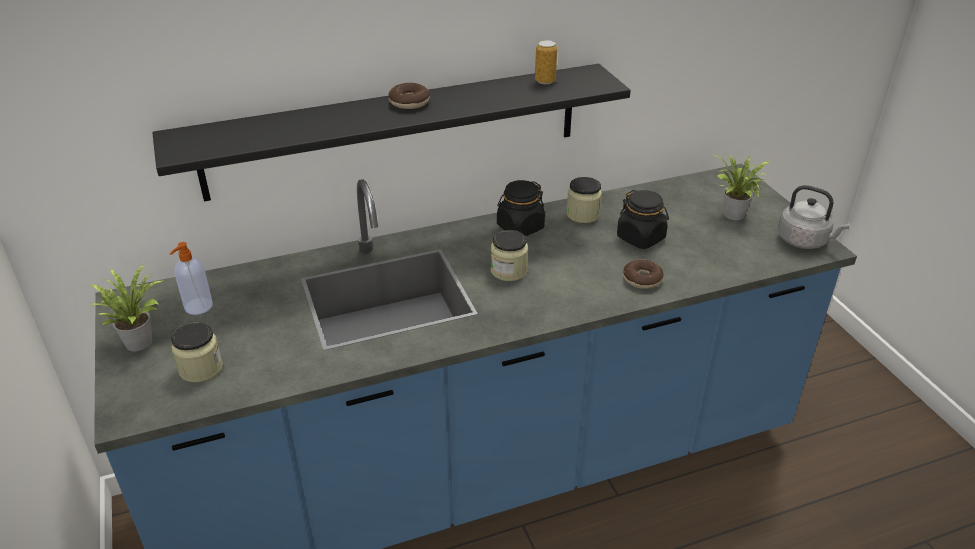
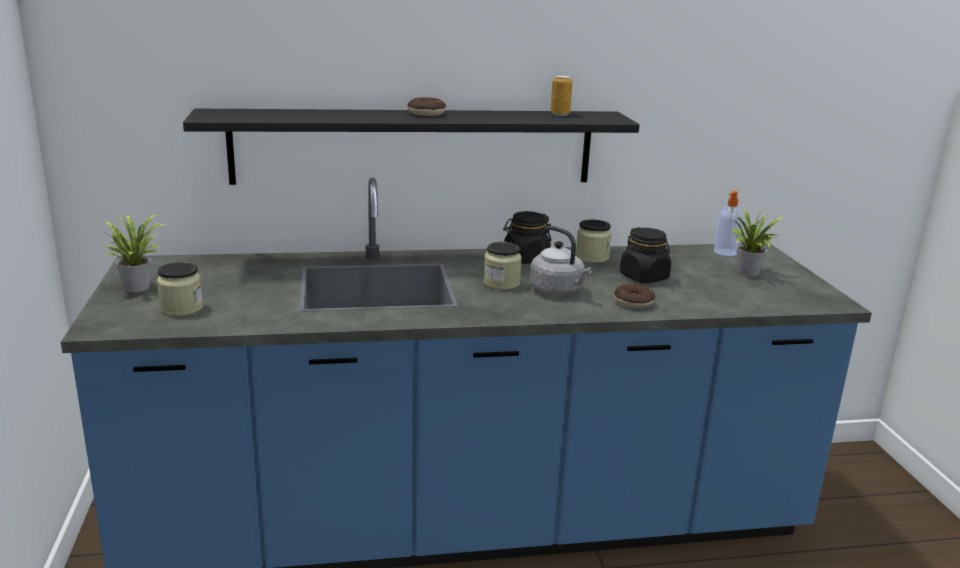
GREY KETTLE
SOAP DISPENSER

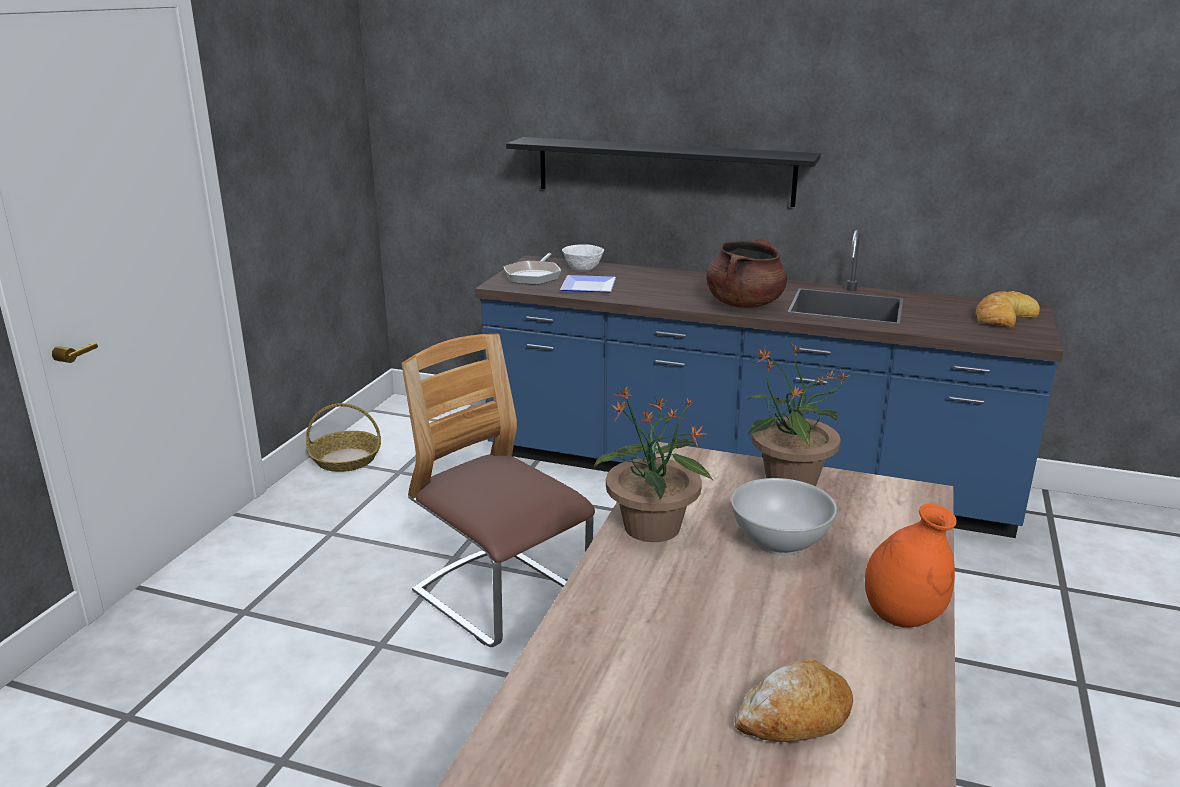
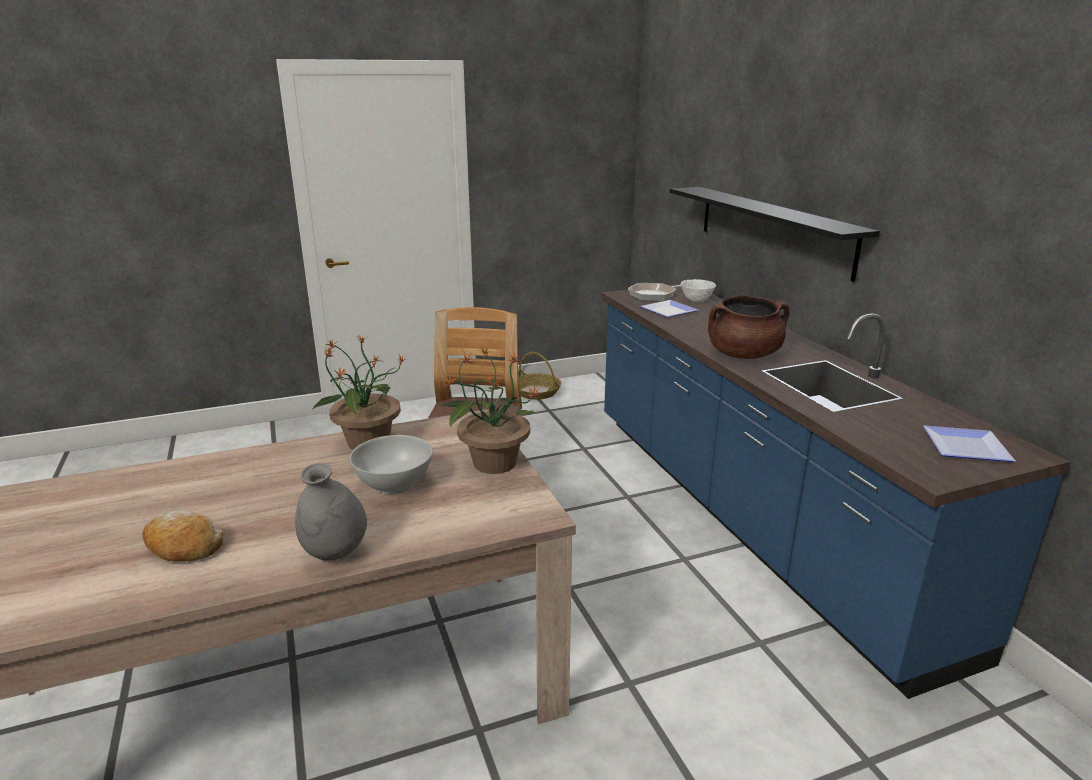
PLATE (2nd from left)
GREY VASE

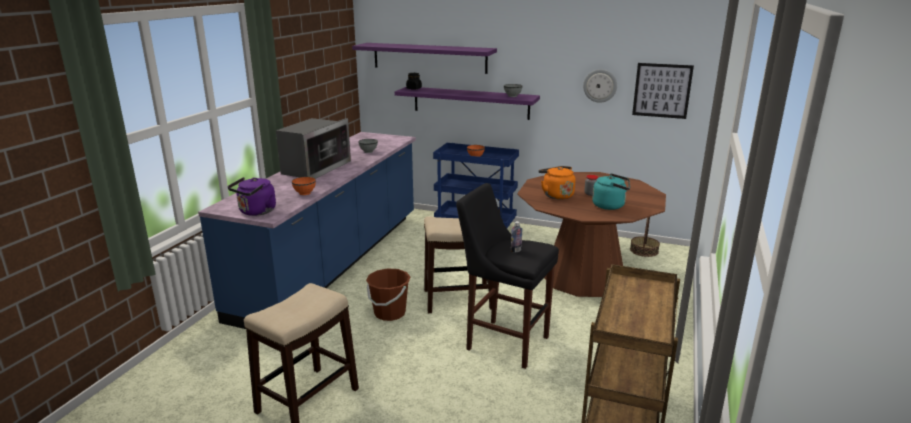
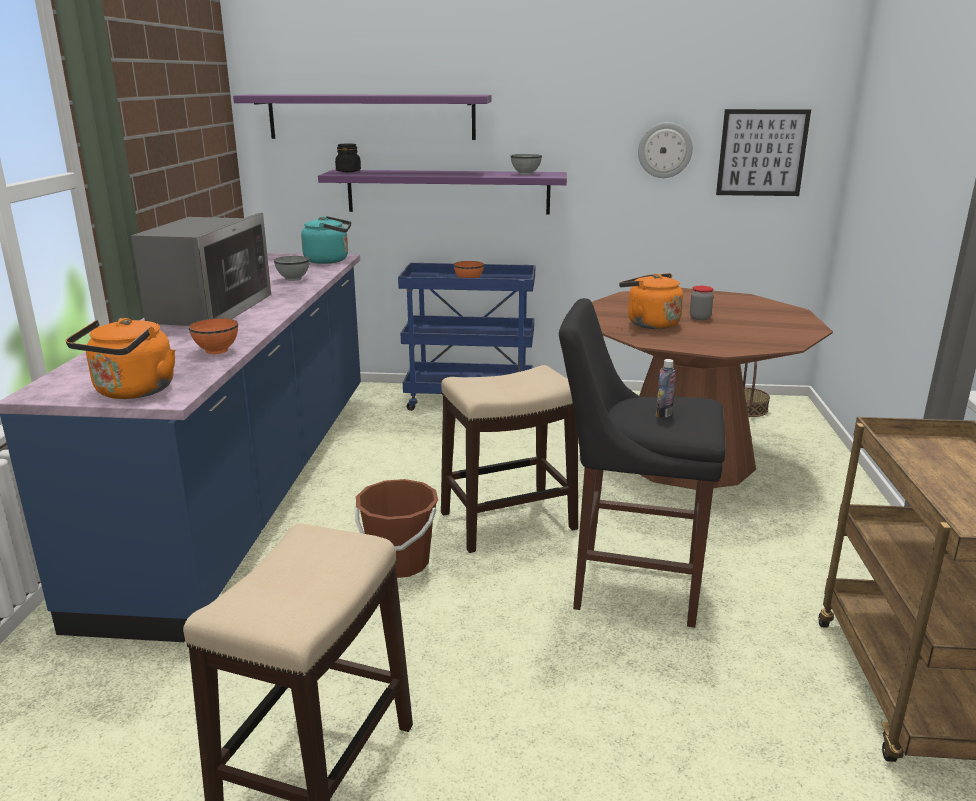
TURQUOISE KETTLE
ORANGE KETTLE (1st from left)

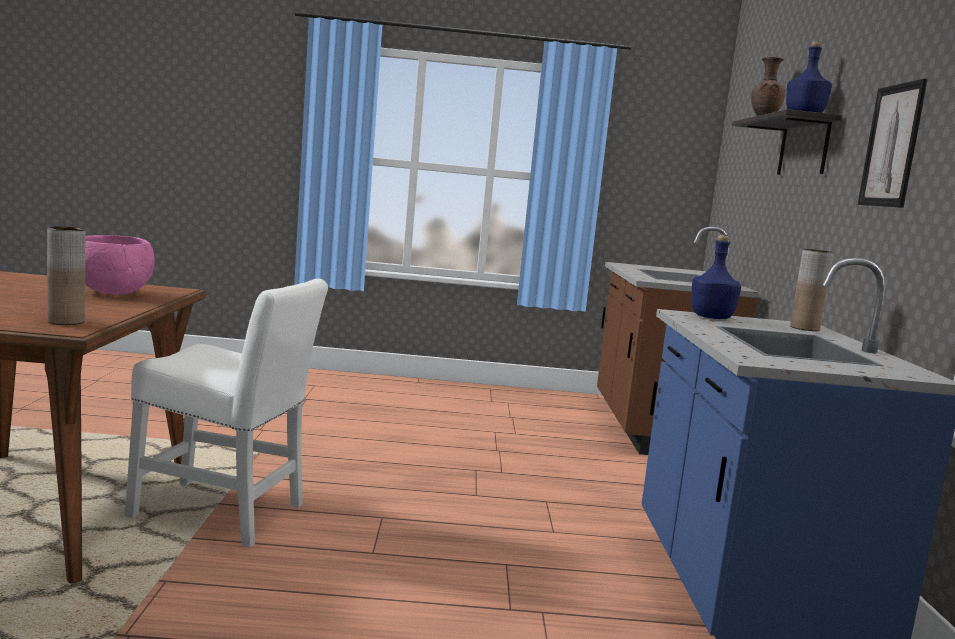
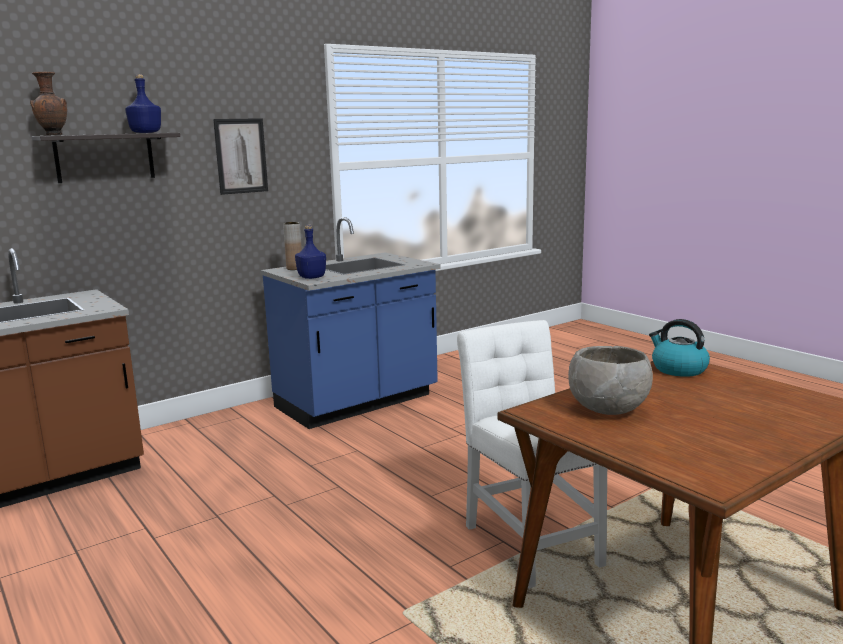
KETTLE
GREY BOWL

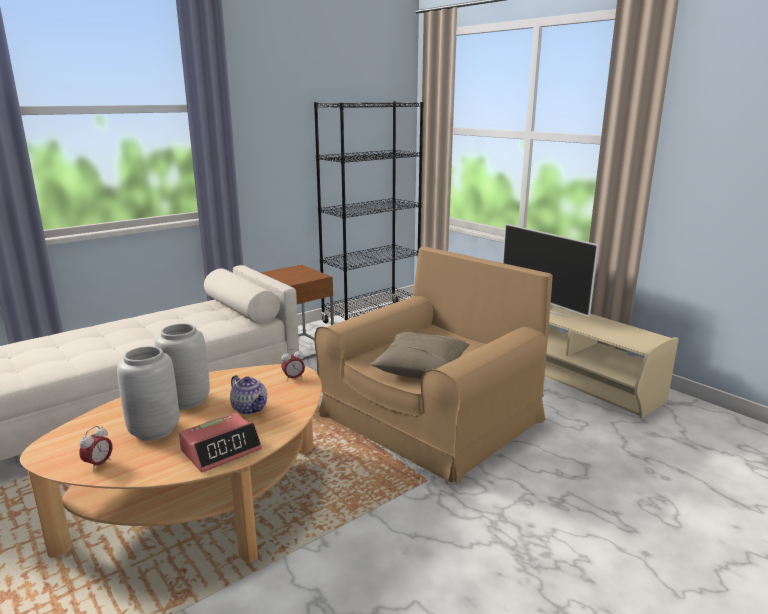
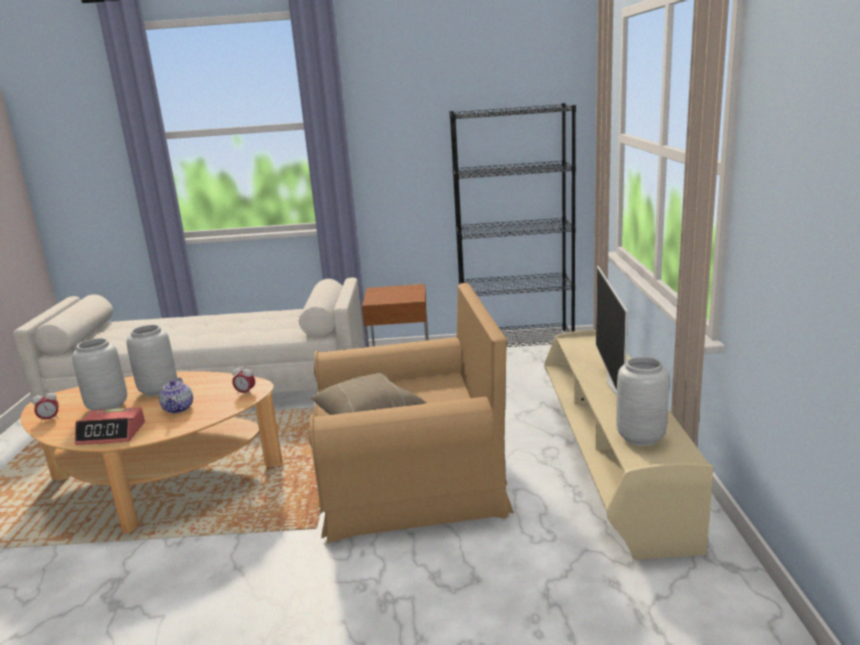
GREY VASE (3rd from left)

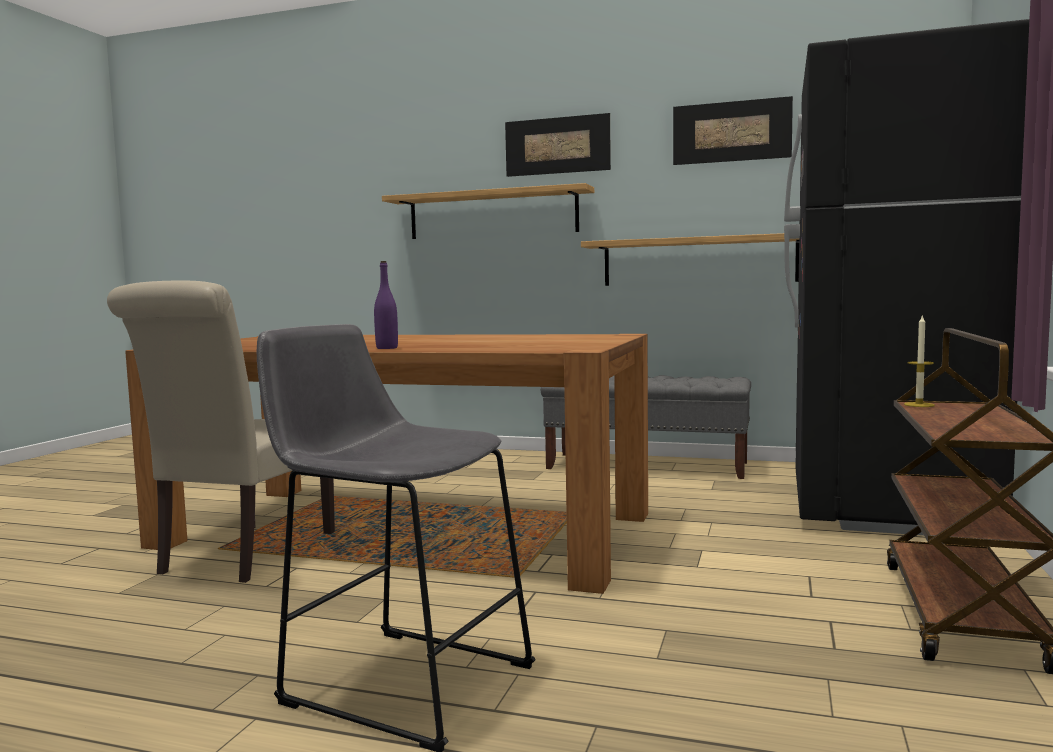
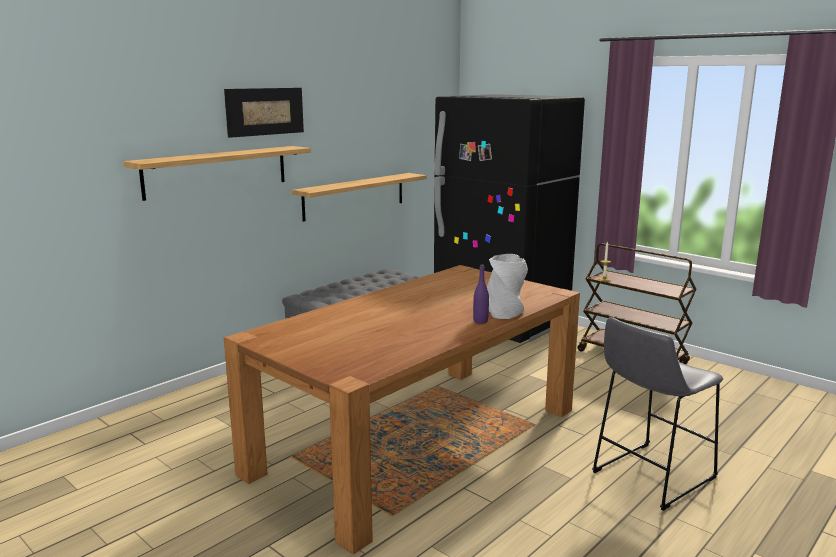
PICTURE (2nd from left in the first image)
BEIGE CHAIR
GREY VASE

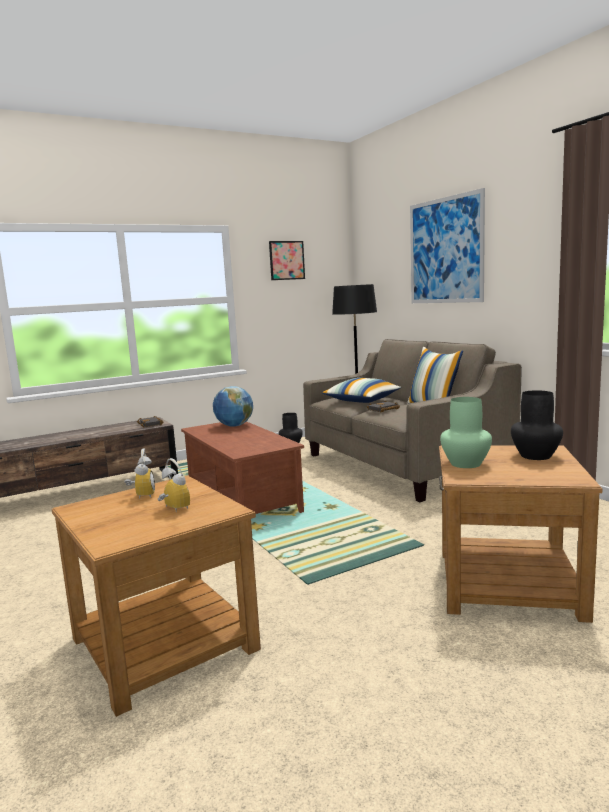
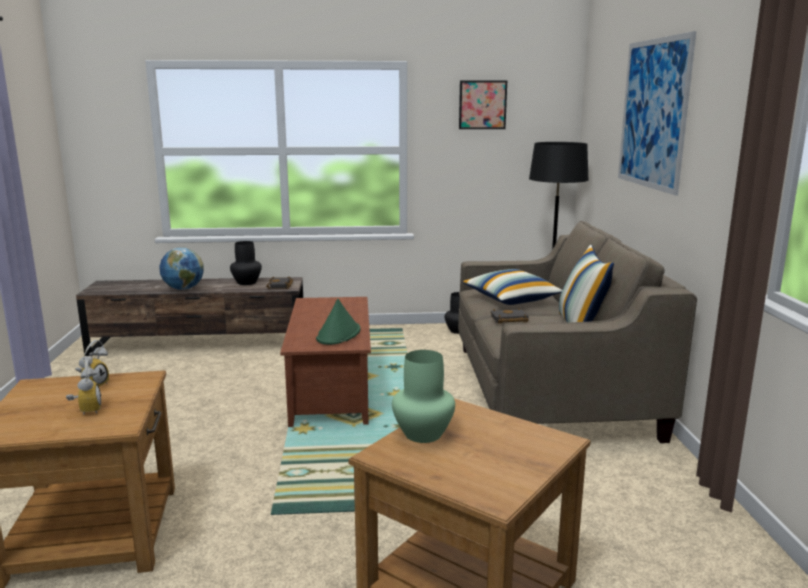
GLOBE
BLACK VASE (1st from left)
GREEN HAT

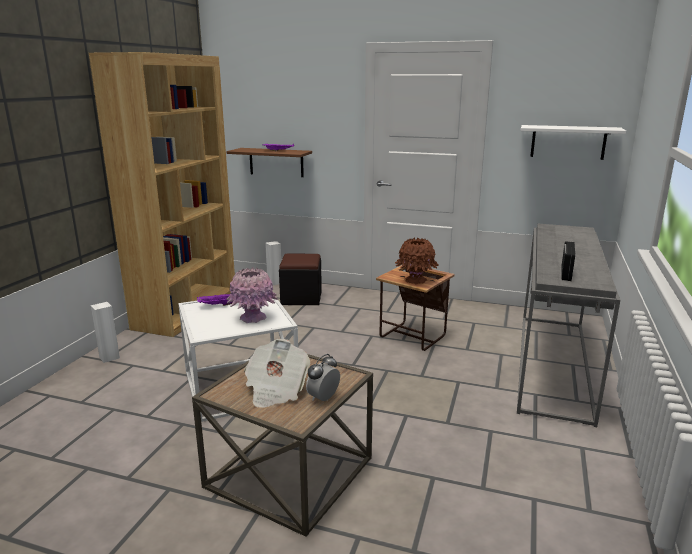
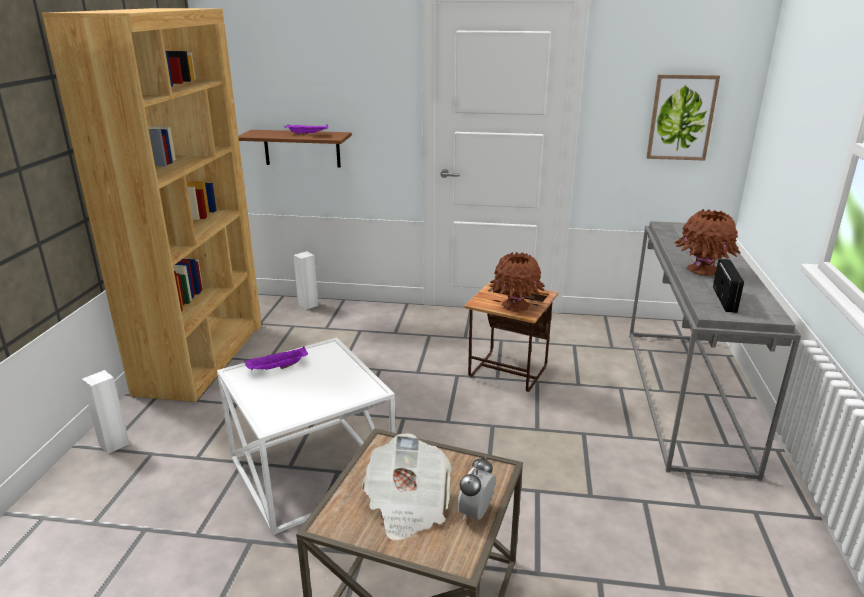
PICTURE
BLACK OTTOMAN
PINK VASE
BROWN VASE (2nd from left)

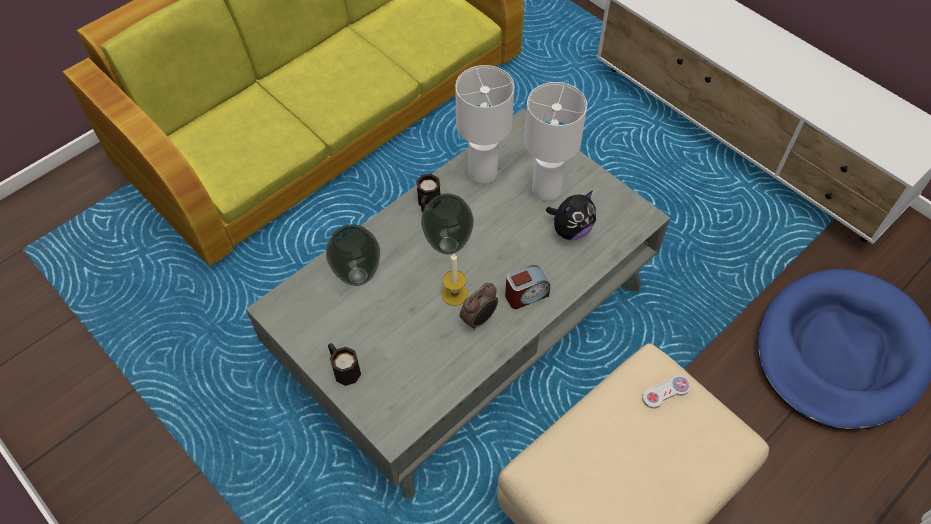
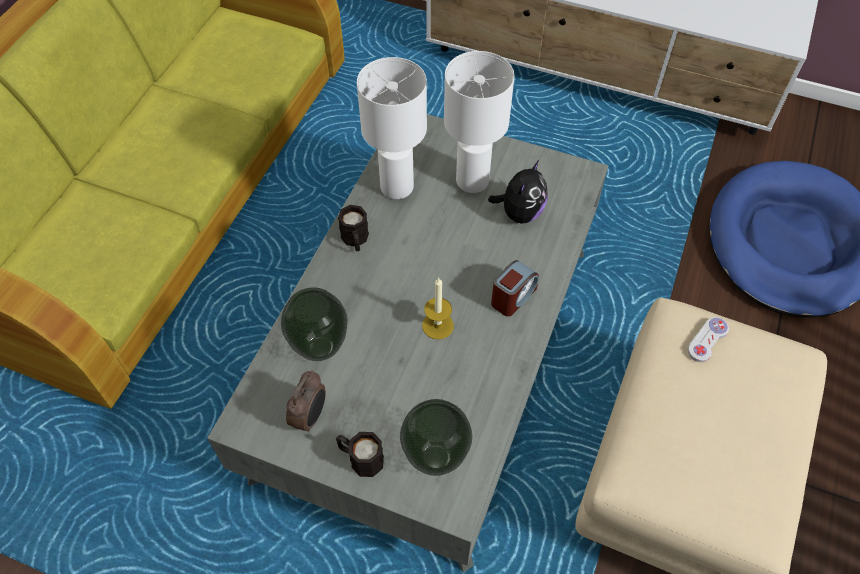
VASE (2nd from left)
ALARM CLOCK (1st from left)

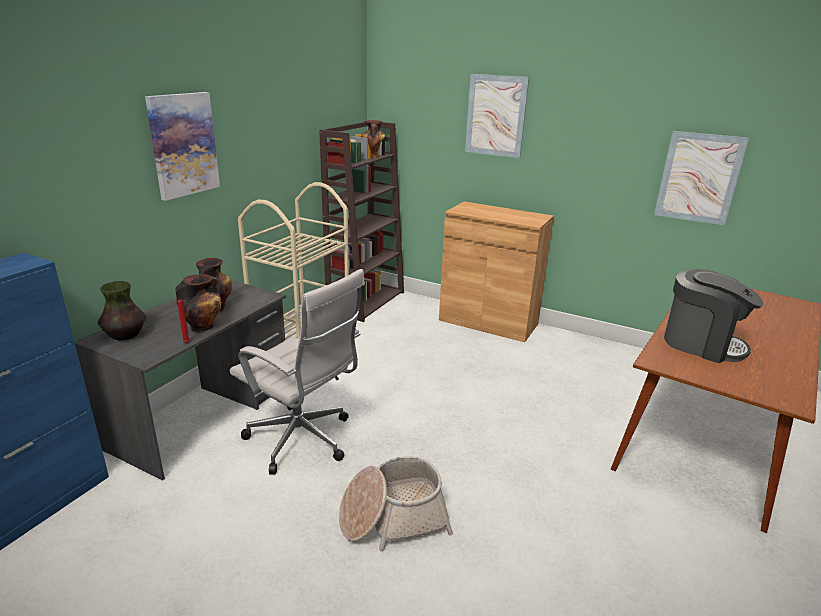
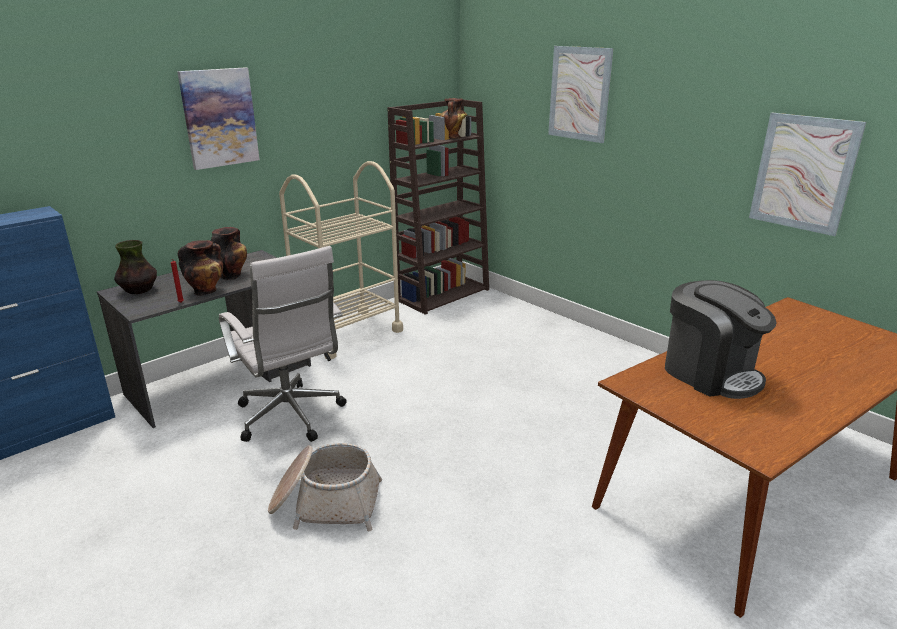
BROWN CABINET

